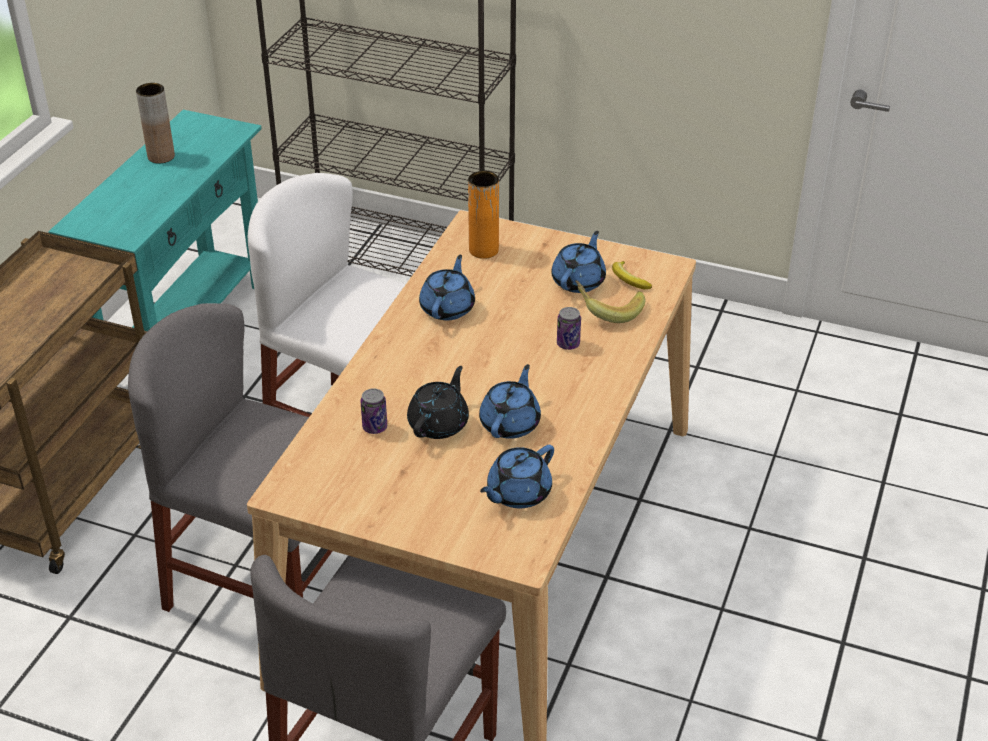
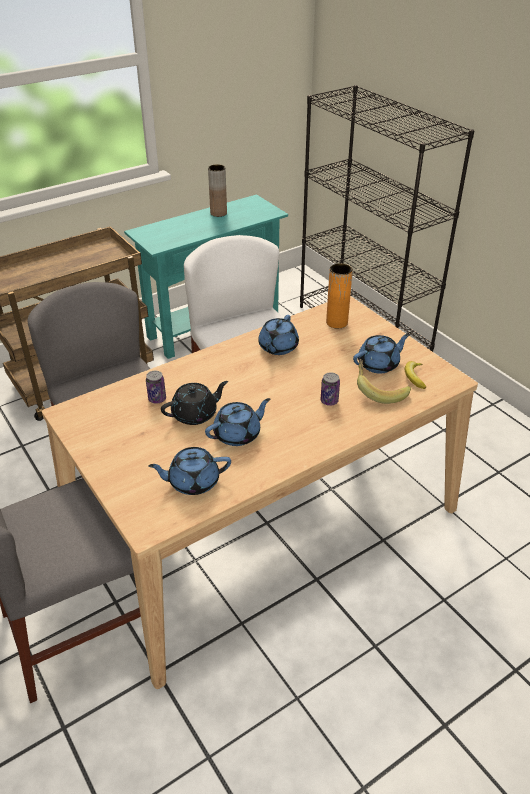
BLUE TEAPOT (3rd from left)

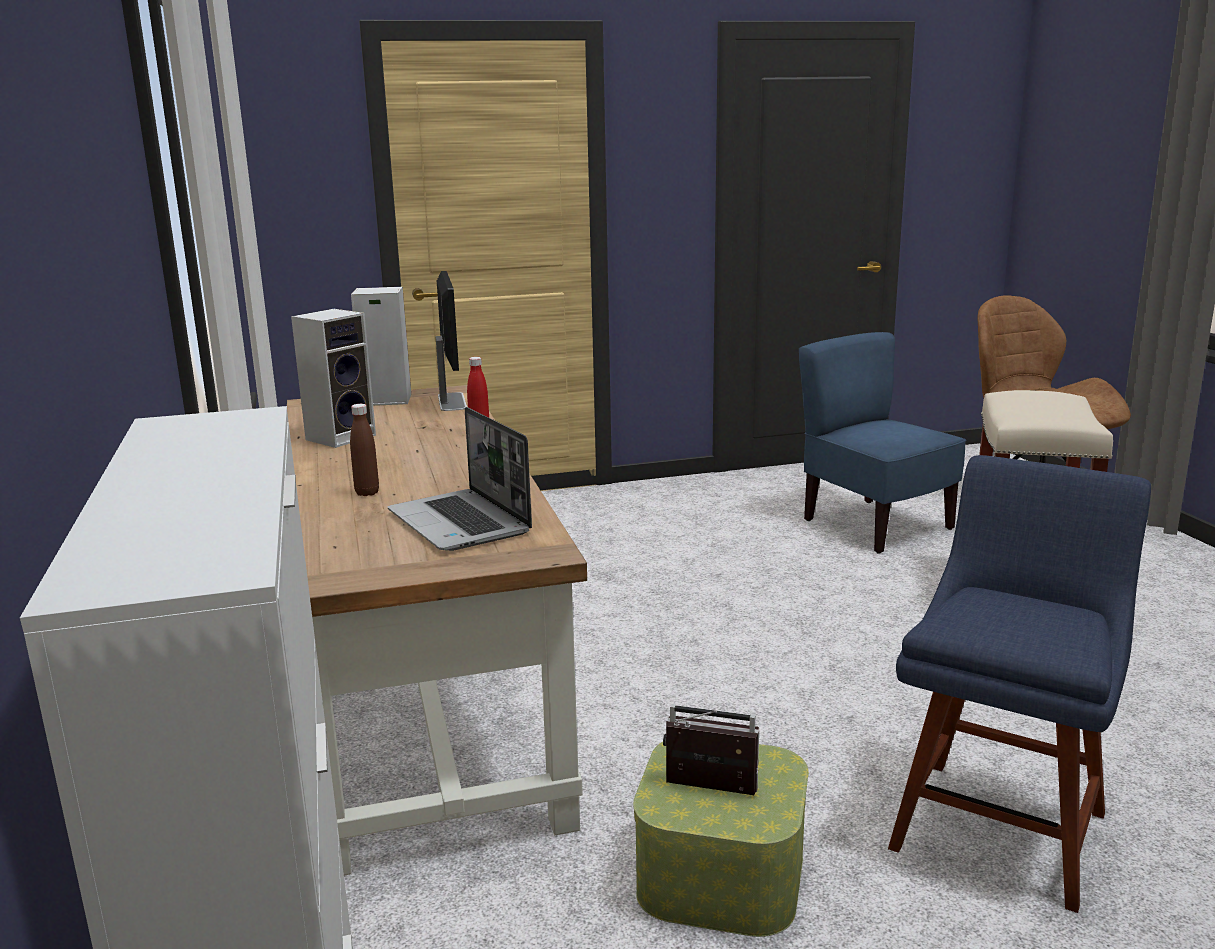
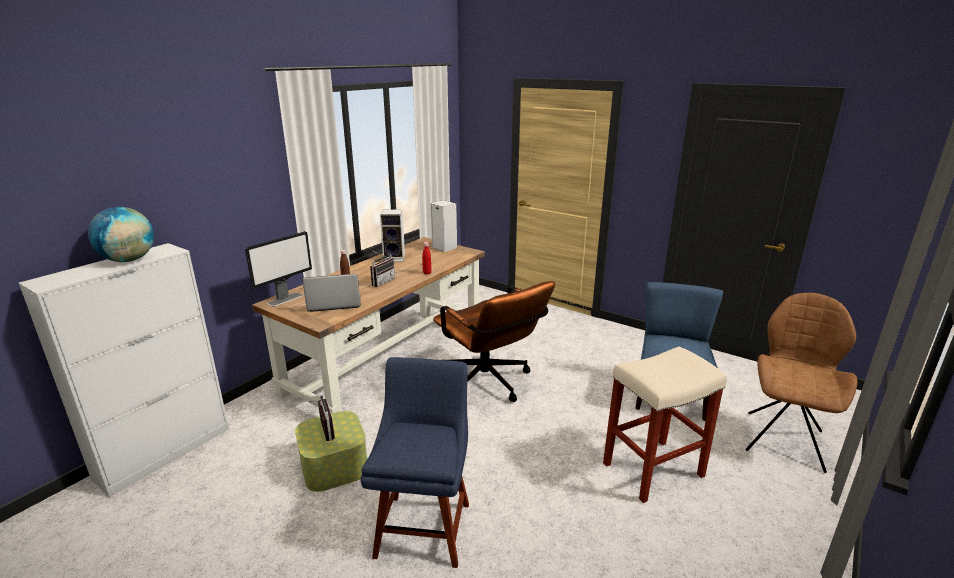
MONITOR
LAPTOP
BLUE CHAIR (1st from left)
GLOBE
RADIO (2nd from left)
BROWN OFFICE CHAIR

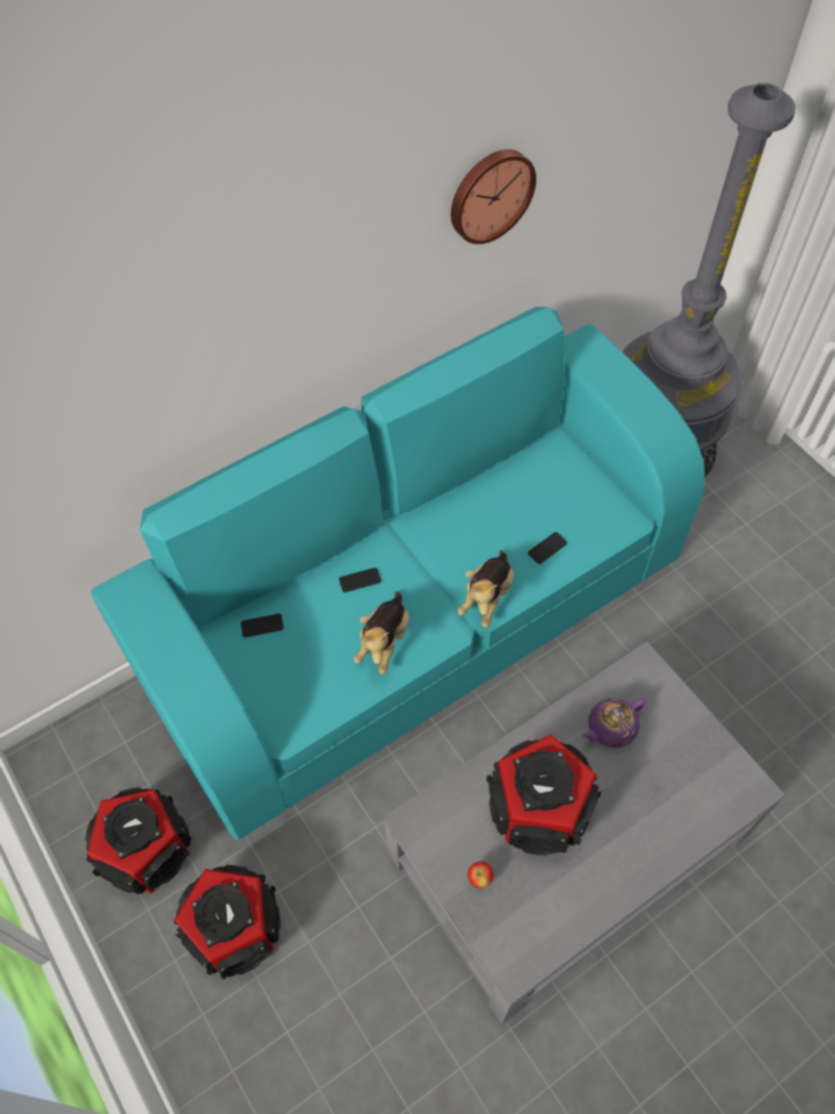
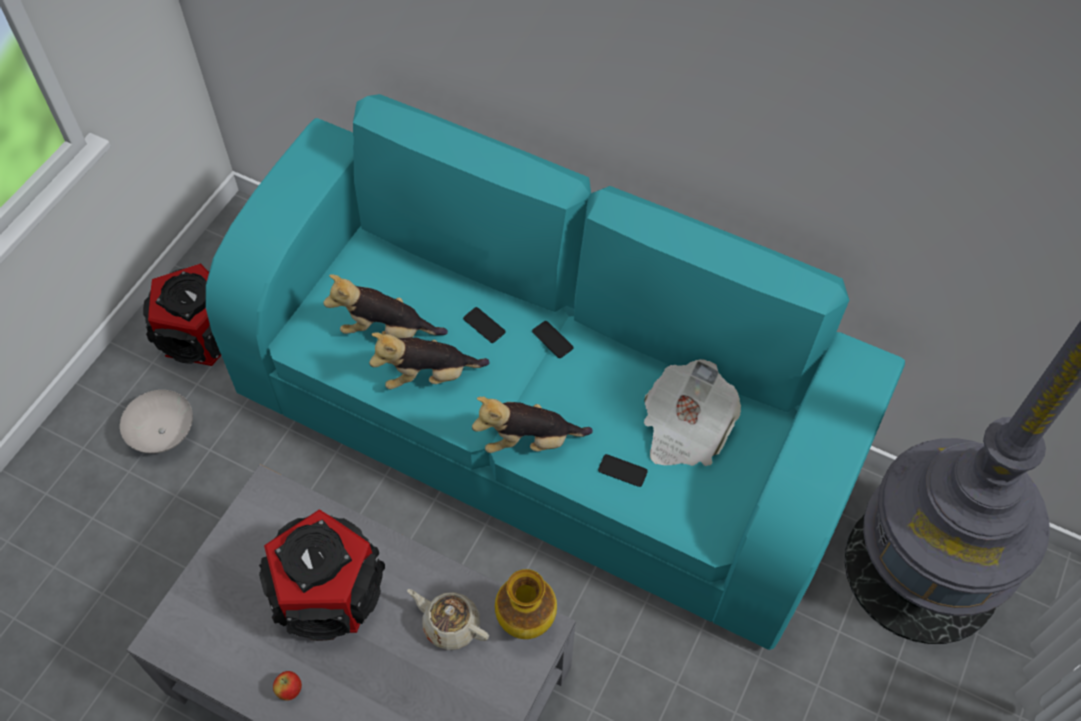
WALL CLOCK
PHONE (2nd from left)
BEIGE TEAPOT
APPLE
WHITE BOWL
PLUSH TOY (1st from left)
NEWSPAPER
VASE

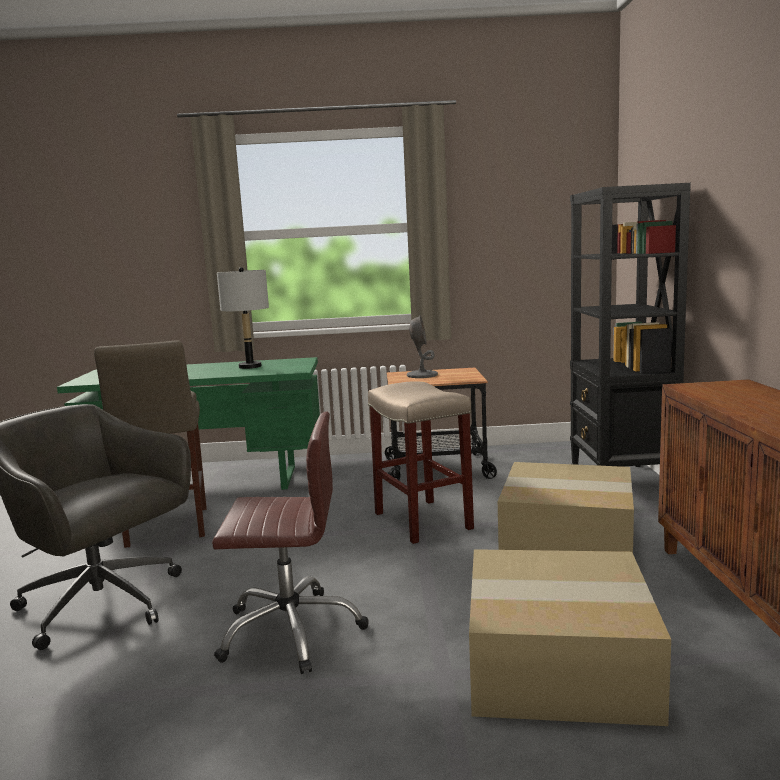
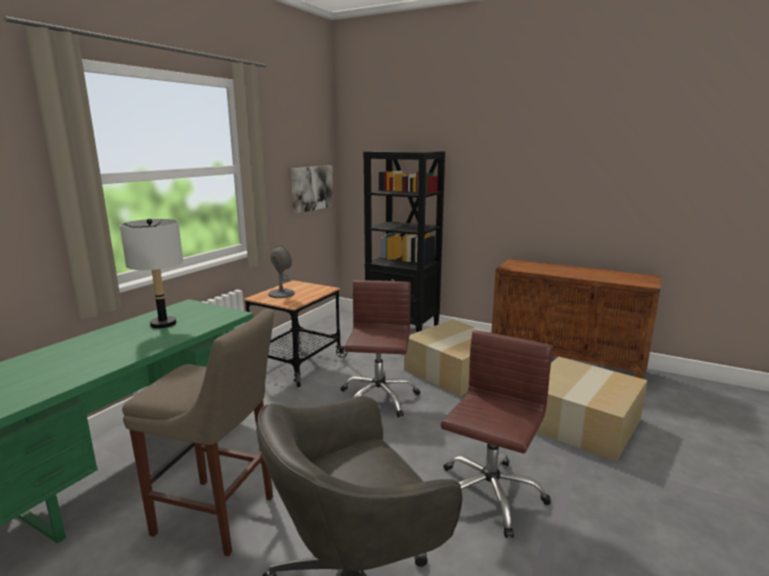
BROWN OFFICE CHAIR (1st from left)
PICTURE

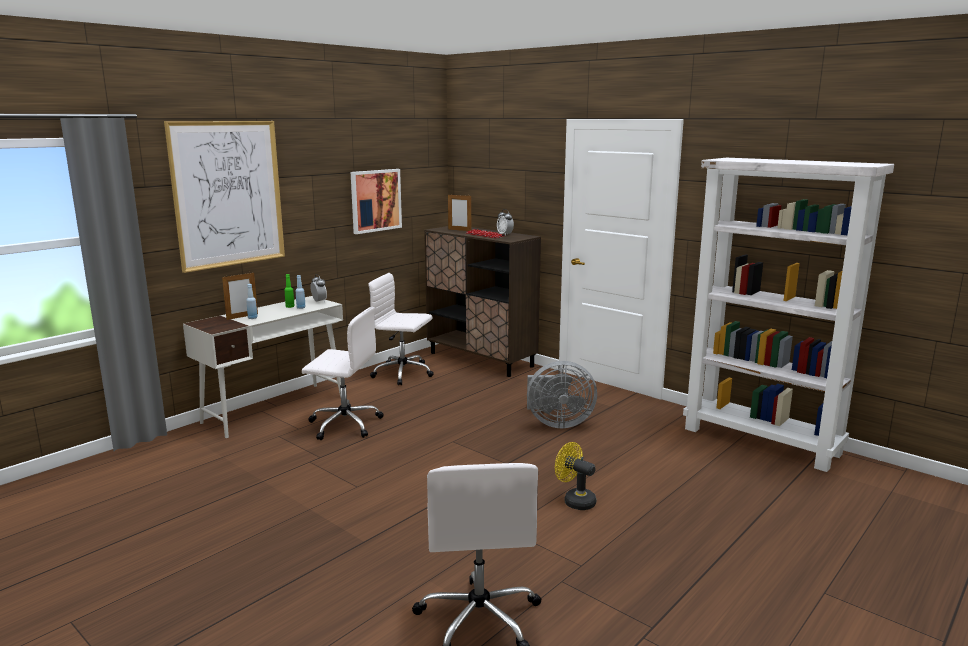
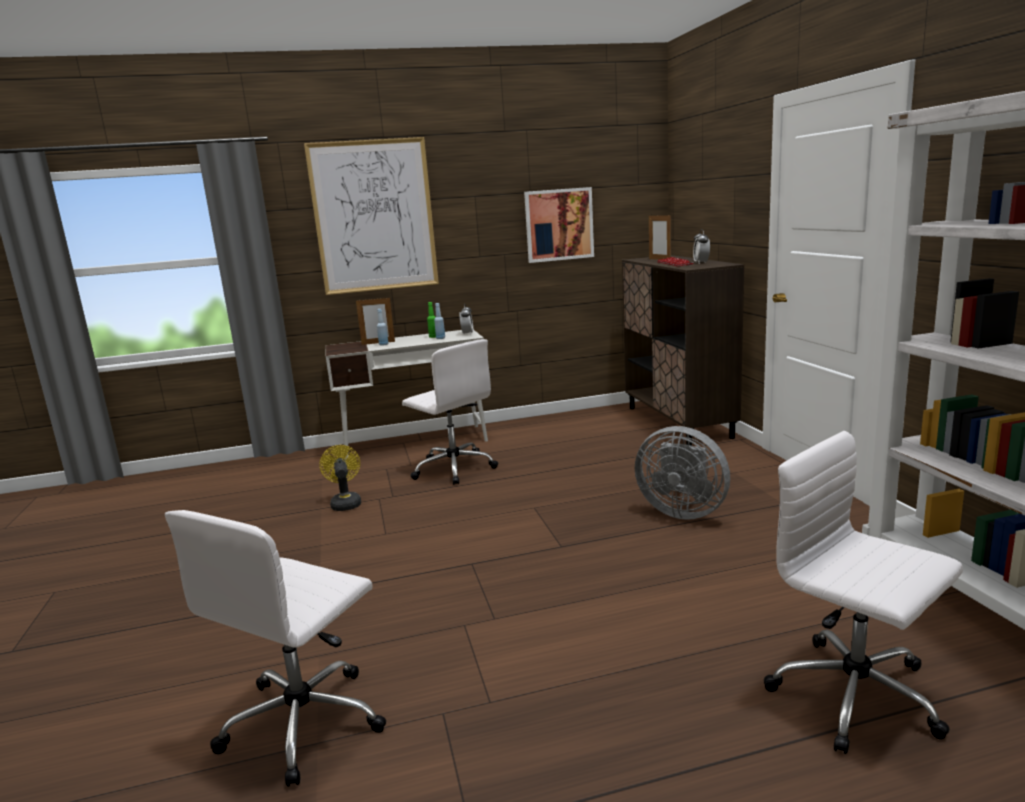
WHITE OFFICE CHAIR (3rd from left)
YELLOW FAN

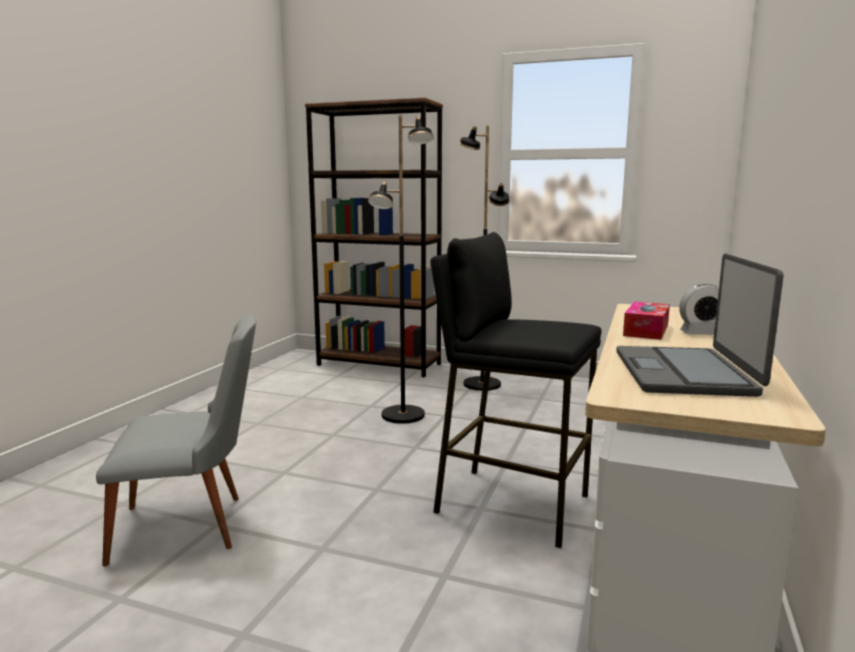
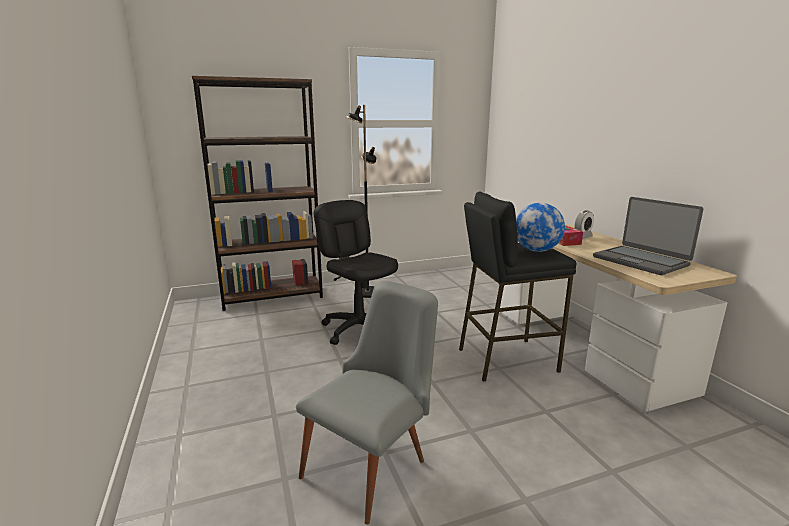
BLACK OFFICE CHAIR
GLOBE

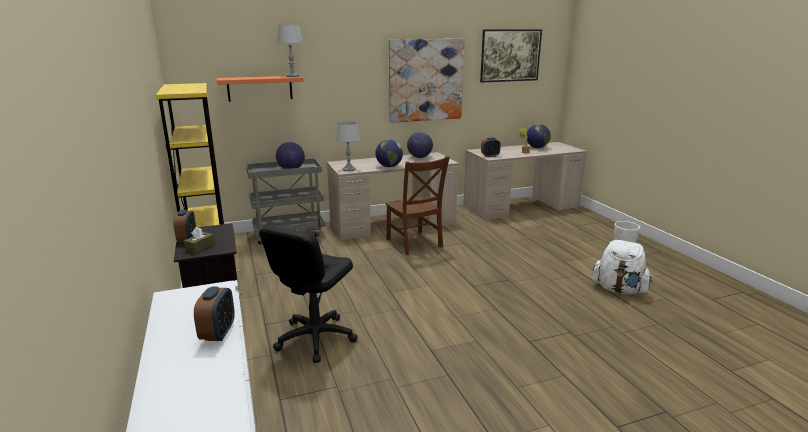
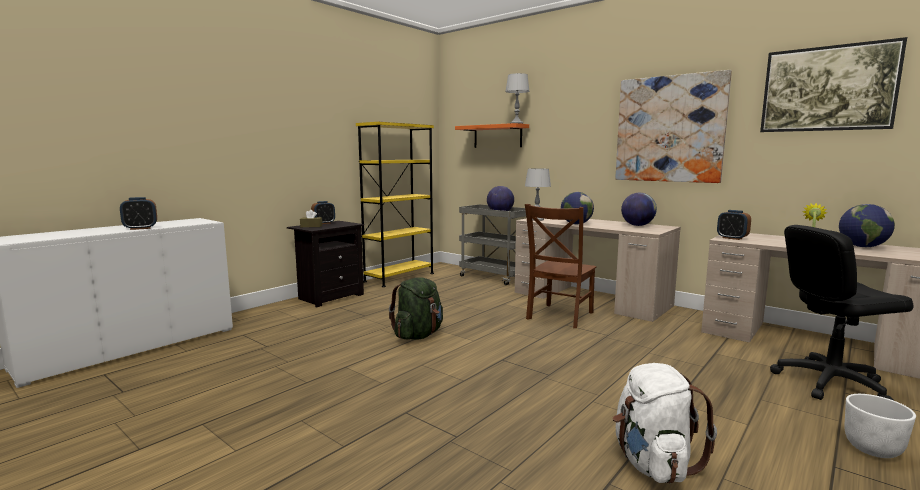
BLACK OFFICE CHAIR
GREEN BACKPACK

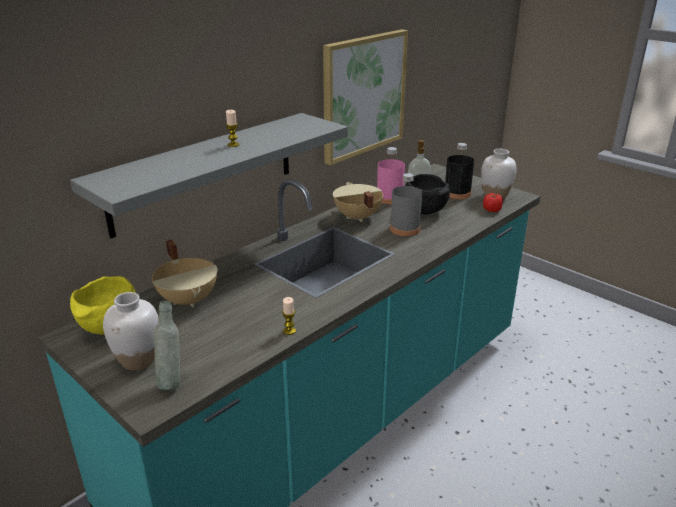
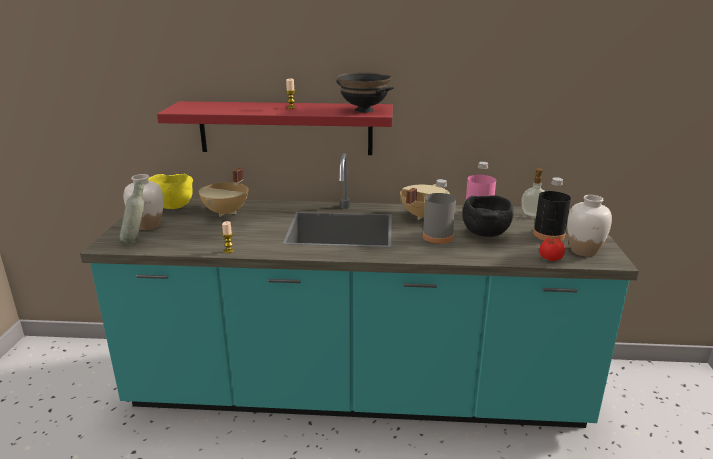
PICTURE
RED SHELF
BLACK BOWL (1st from left)

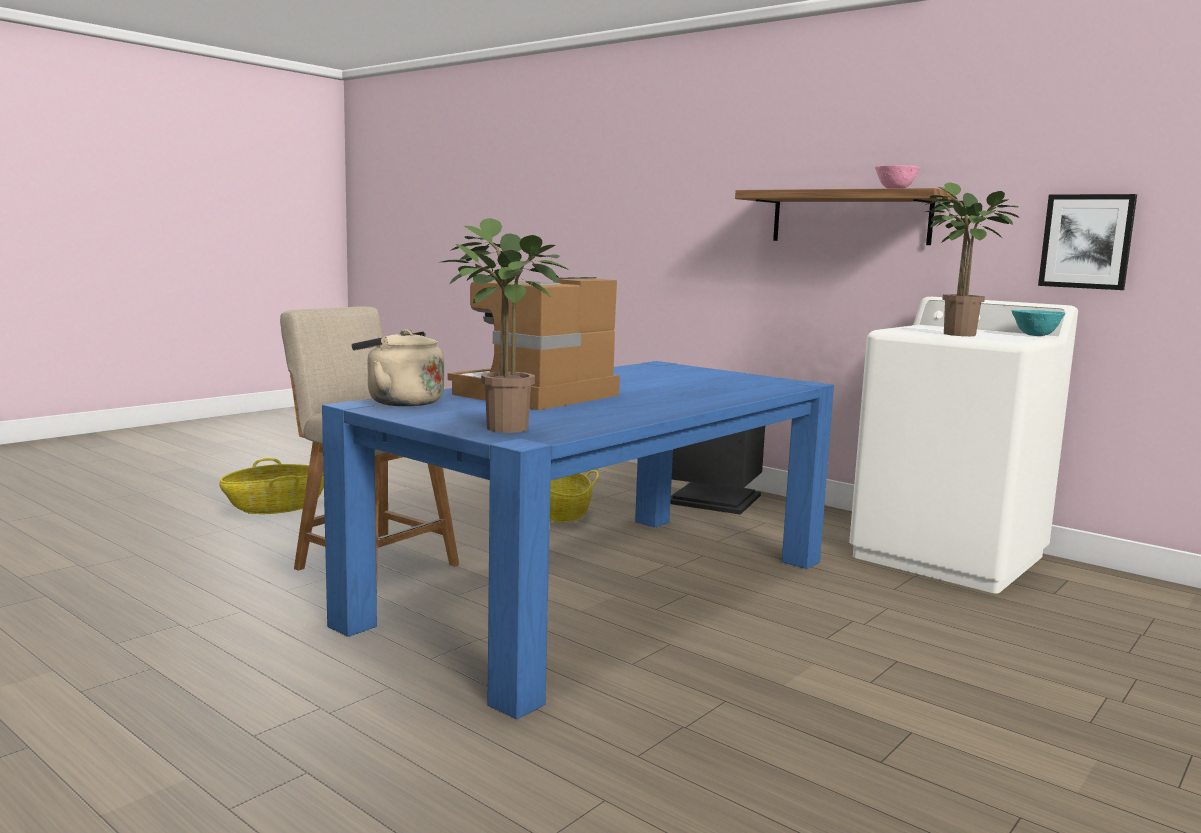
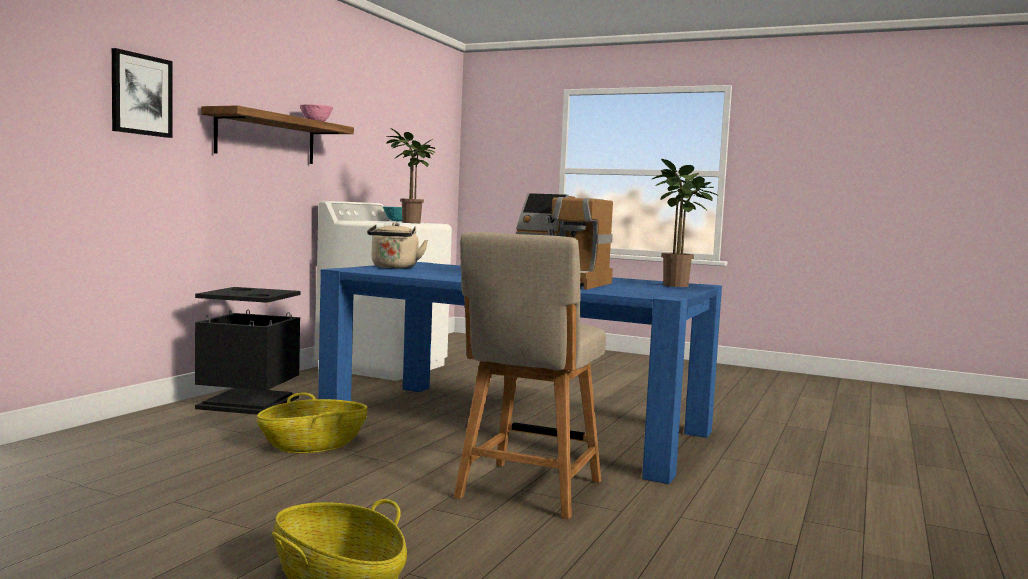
PICTURE
BEIGE KETTLE

